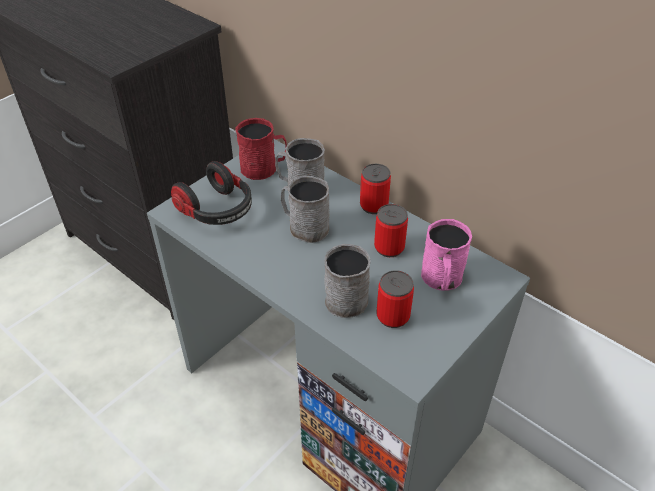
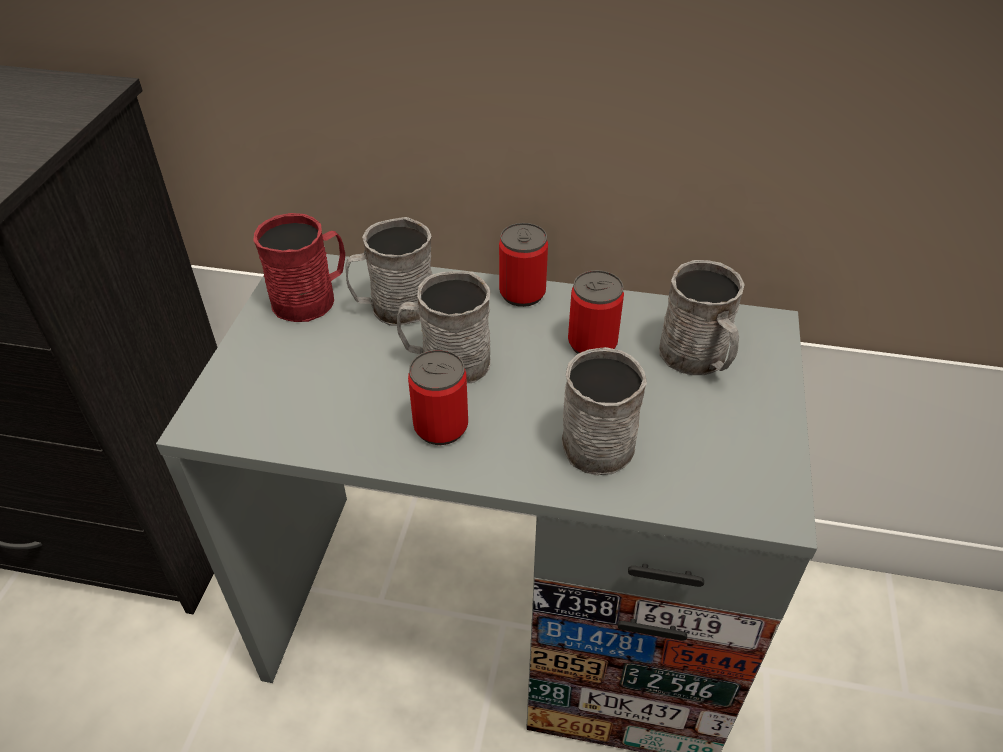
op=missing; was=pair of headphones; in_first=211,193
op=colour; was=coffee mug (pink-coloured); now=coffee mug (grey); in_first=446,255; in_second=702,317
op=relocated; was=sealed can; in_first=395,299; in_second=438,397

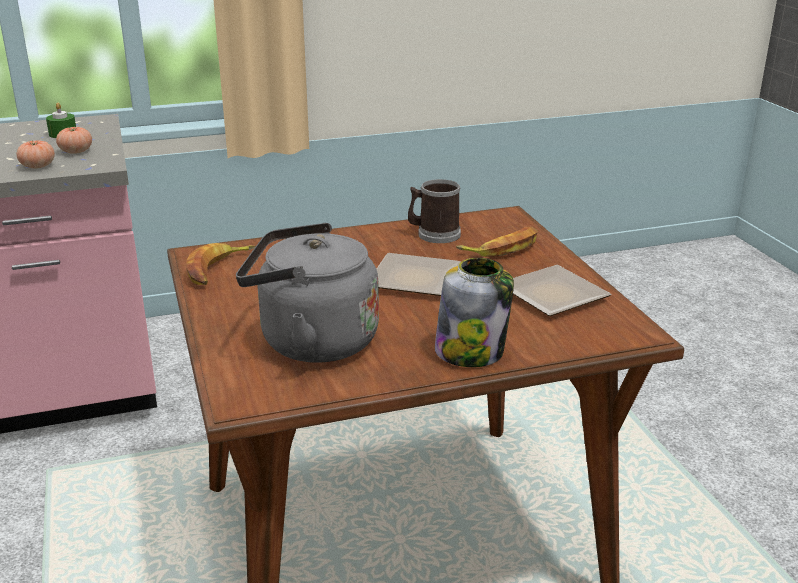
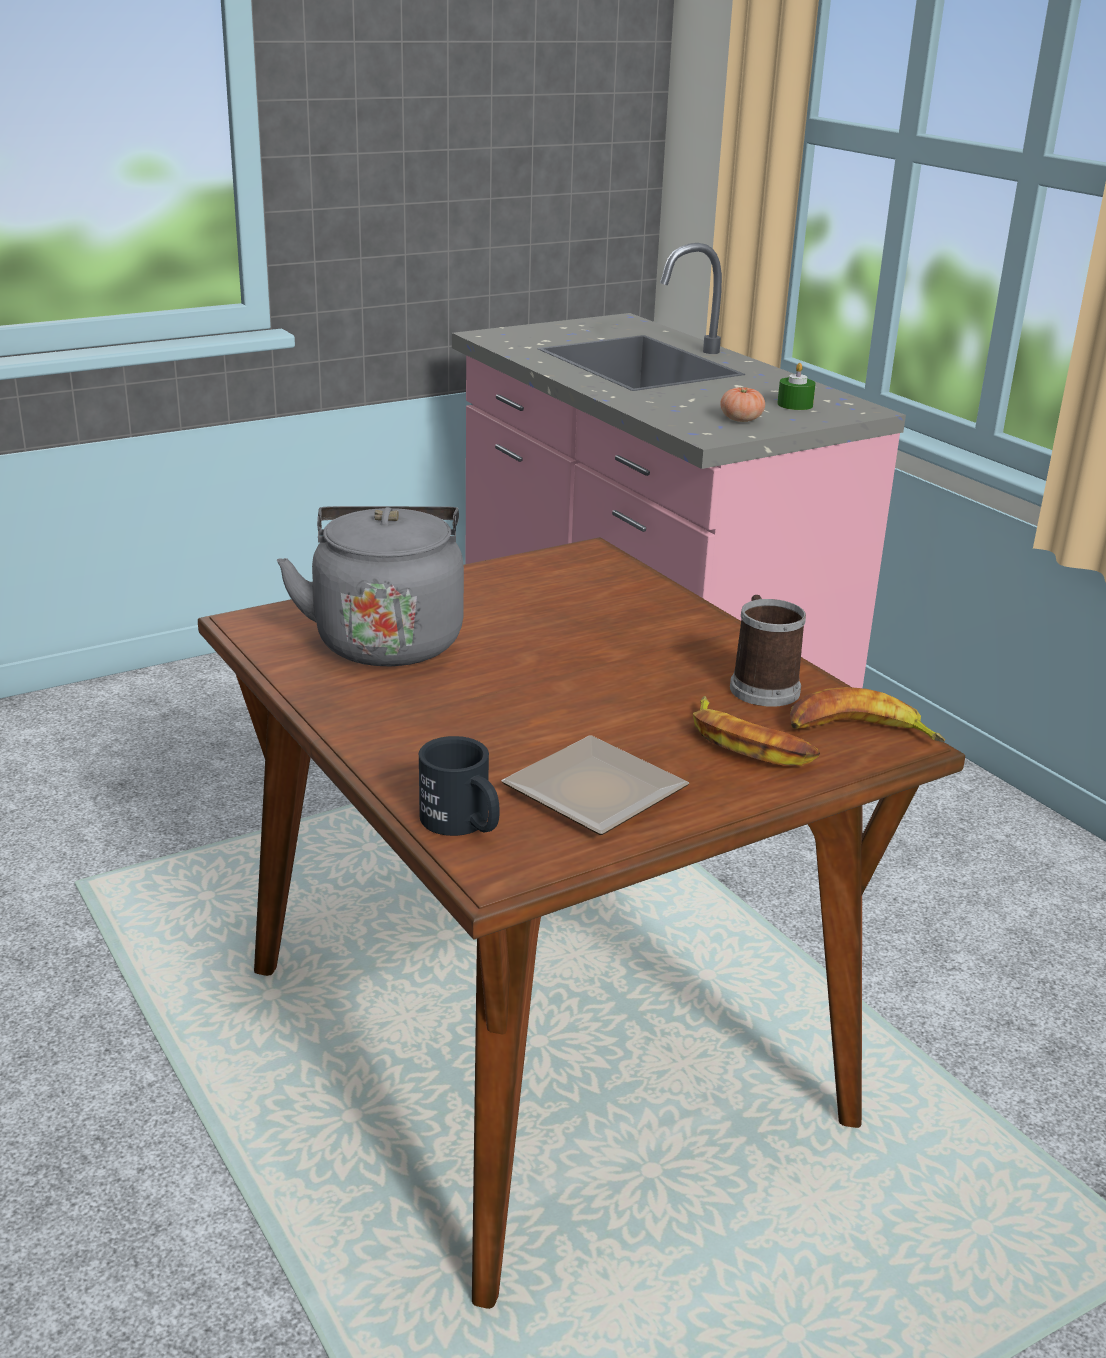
op=missing; was=tomato; in_first=36,154
op=relocated; was=whole banana; in_first=220,264; in_second=867,714
op=missing; was=plate; in_first=418,274
op=missing; was=storage jar; in_first=474,312
op=appeared; now=coffee mug (blackish); in_second=459,786

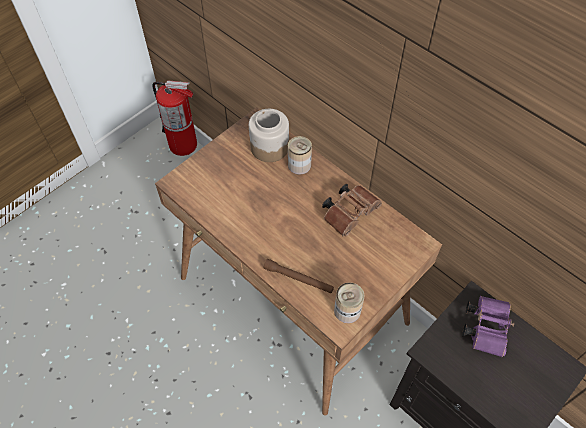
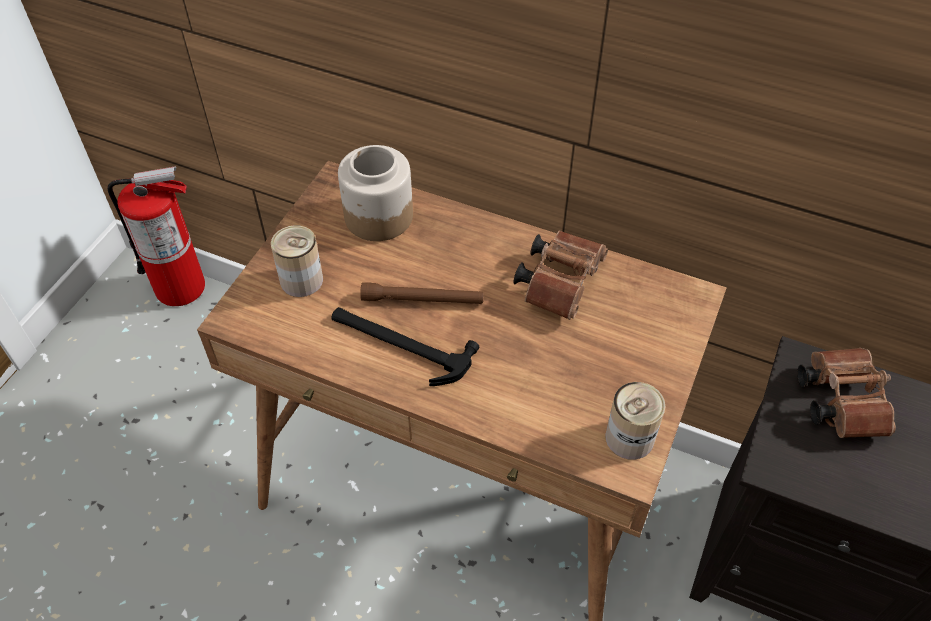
op=relocated; was=sealed can; in_first=300,155; in_second=297,261
op=relocated; was=hand torch (brown-coloured); in_first=299,276; in_second=422,293
op=colour; was=pair of binoculars (purplish); now=pair of binoculars (brown-coloured); in_first=488,326; in_second=846,393
op=appeared; now=hand hammer; in_second=405,346

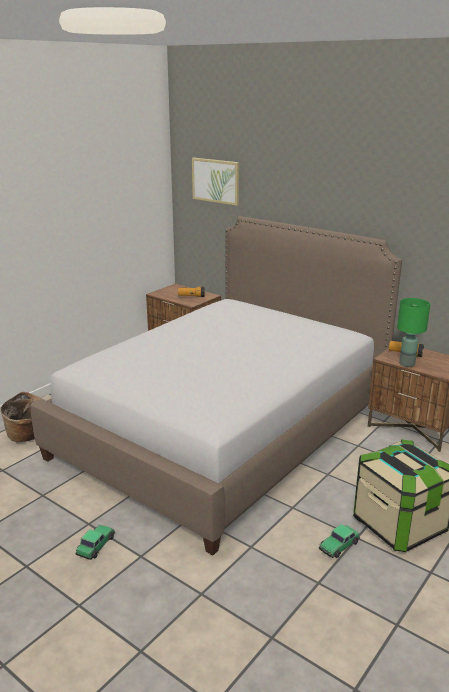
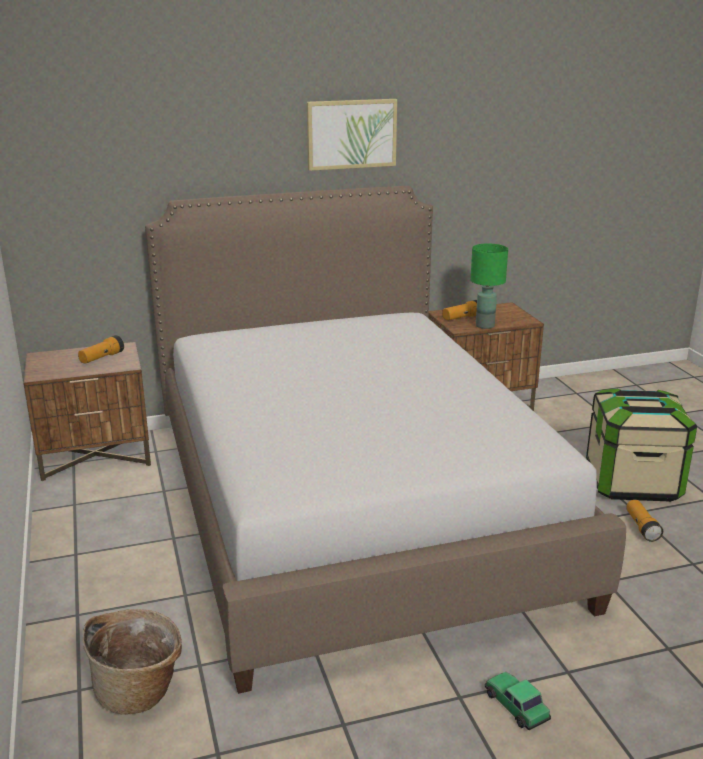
op=relocated; was=wall art; in_first=215,182; in_second=352,135
op=exchanged; was=toy car; now=hand torch; in_first=339,541; in_second=644,521

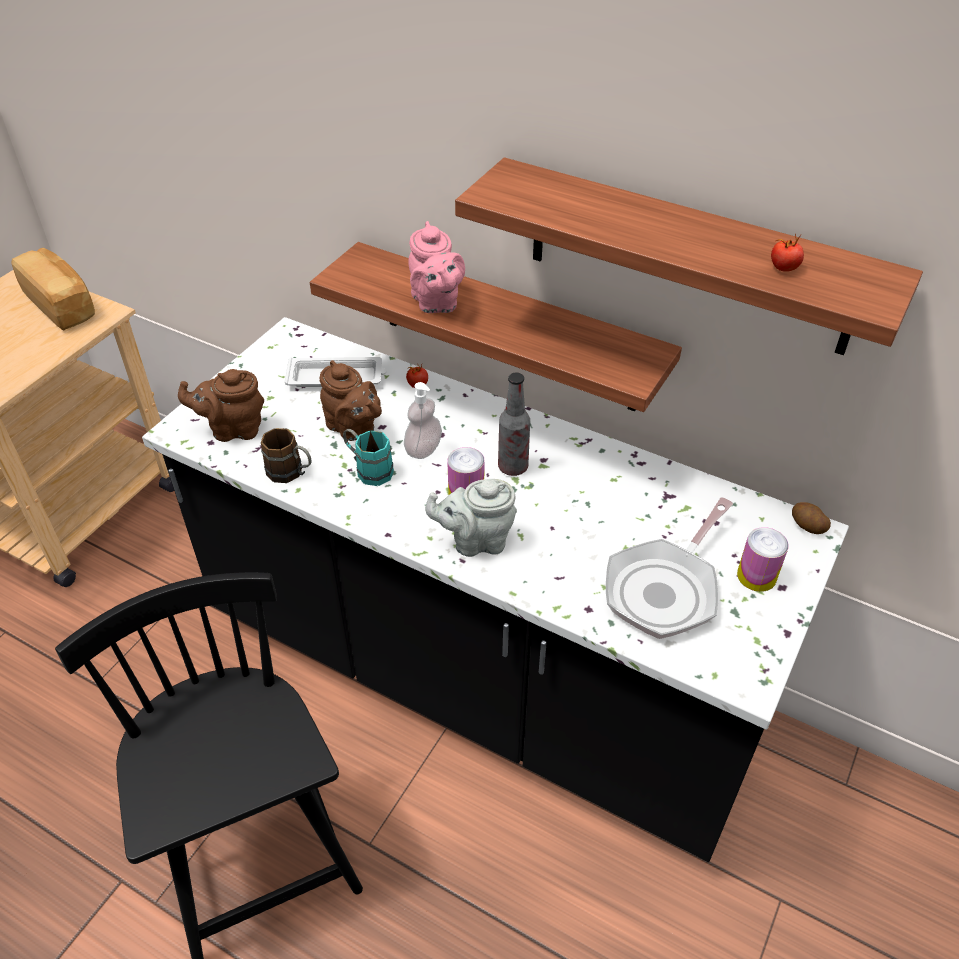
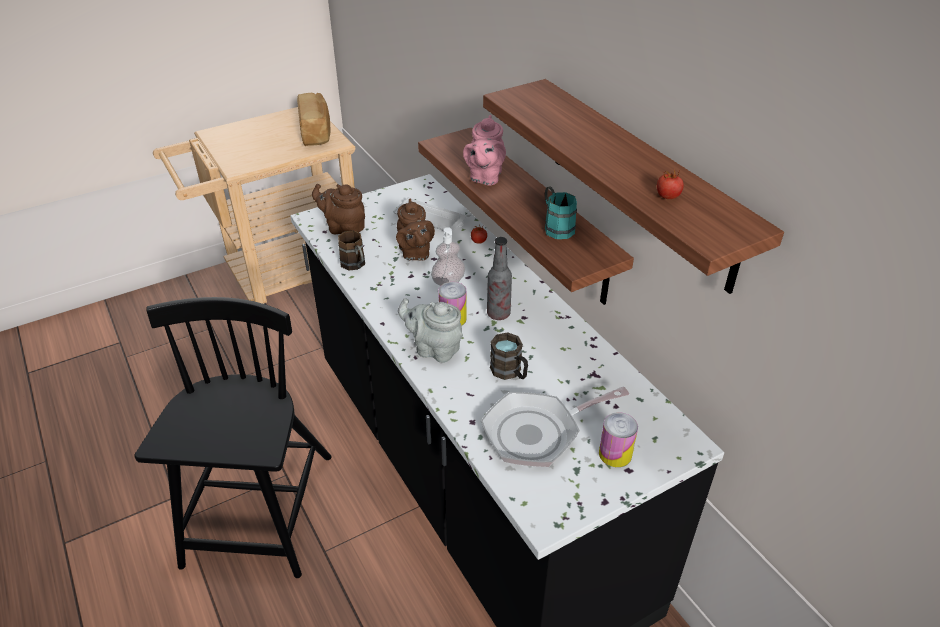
op=relocated; was=coffee mug (turquoise); in_first=368,457; in_second=561,212
op=missing; was=potato; in_first=811,518
op=appeared; now=coffee mug (brown-coloured); in_second=509,356

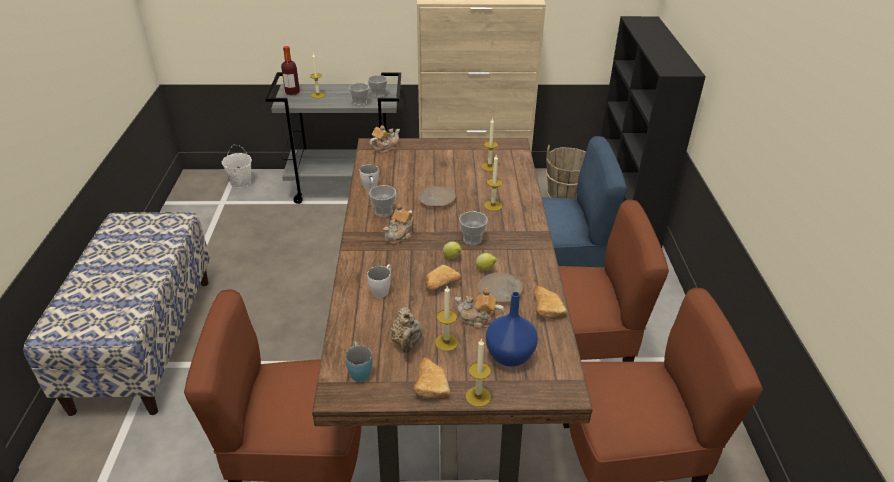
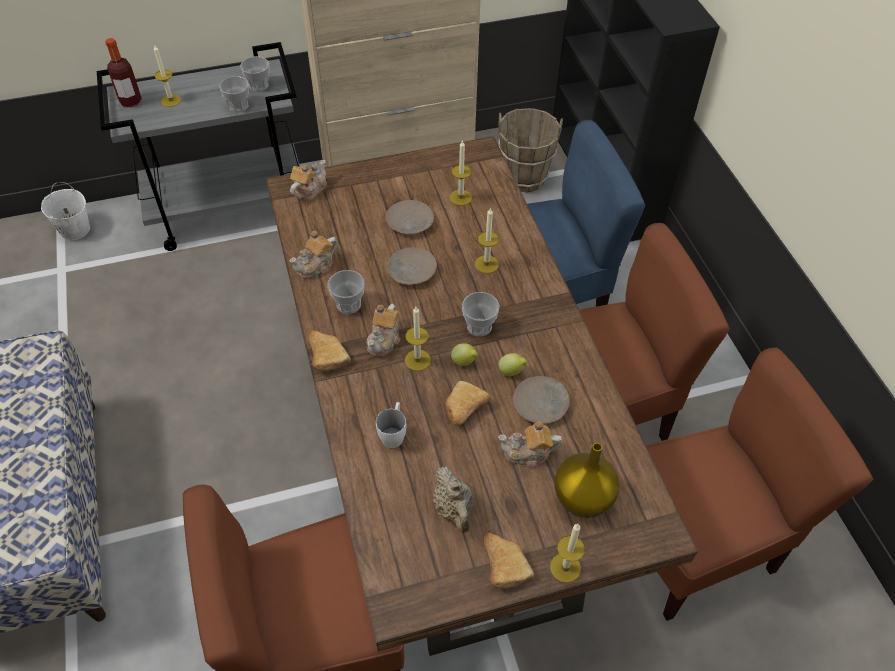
op=exchanged; was=coffee mug (white); now=pot for tea; in_first=369,177; in_second=314,254
op=relocated; was=wax light; in_first=446,318; in_second=418,339
op=relocated; was=bread; in_first=550,302; in_second=329,350
op=colour; was=flower vase (blue-coloured); now=flower vase (yellow-coloured); in_first=512,329; in_second=587,480
op=missing; was=coffee mug (blue-coloured); in_first=359,362
op=appeared; now=plate (beige-coloured); in_second=410,217

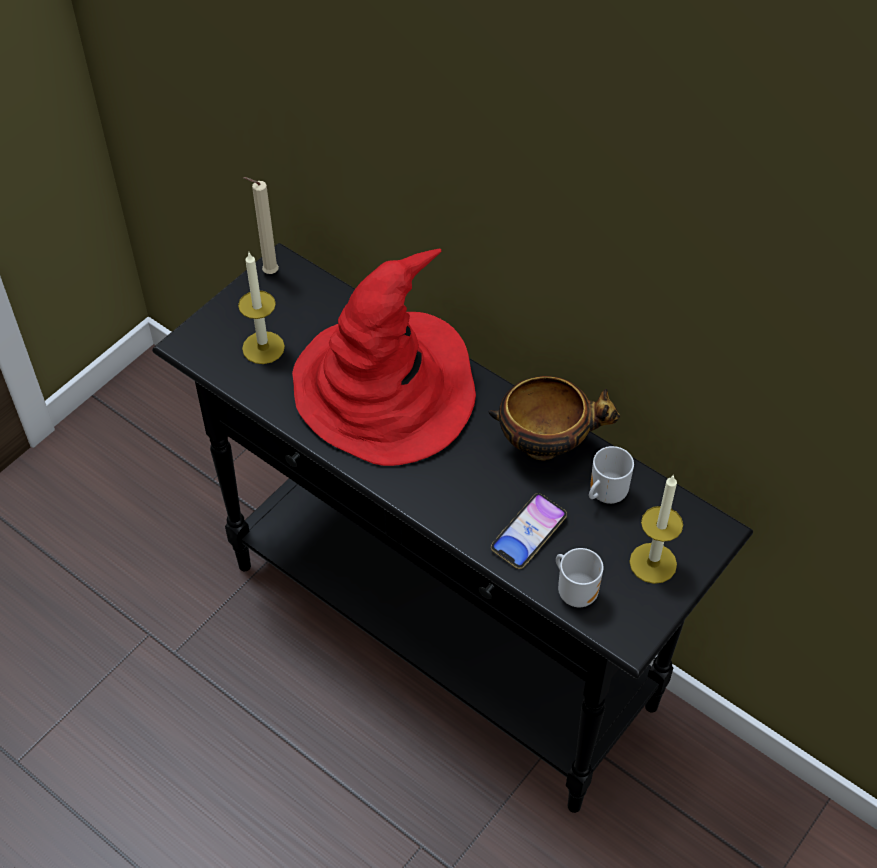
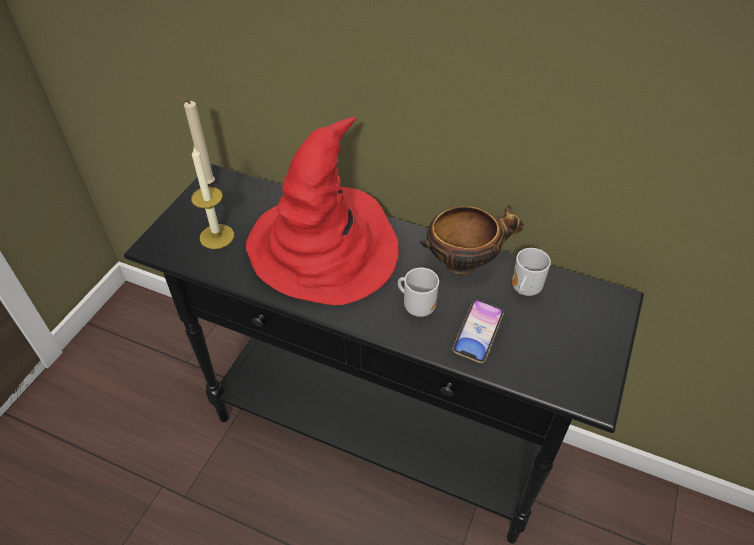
op=missing; was=wax light; in_first=656,529
op=relocated; was=coffee mug; in_first=580,577; in_second=418,292

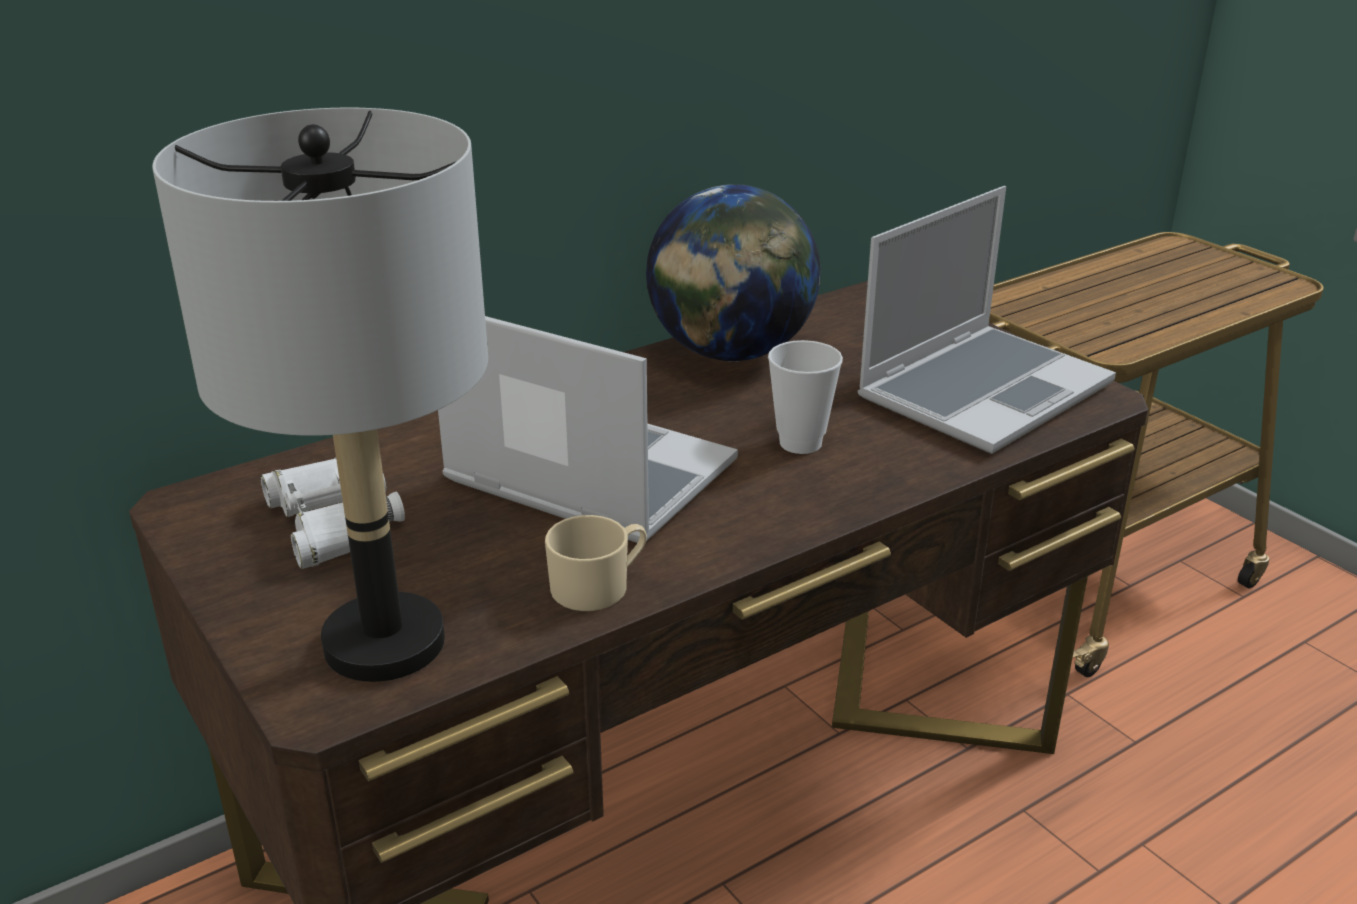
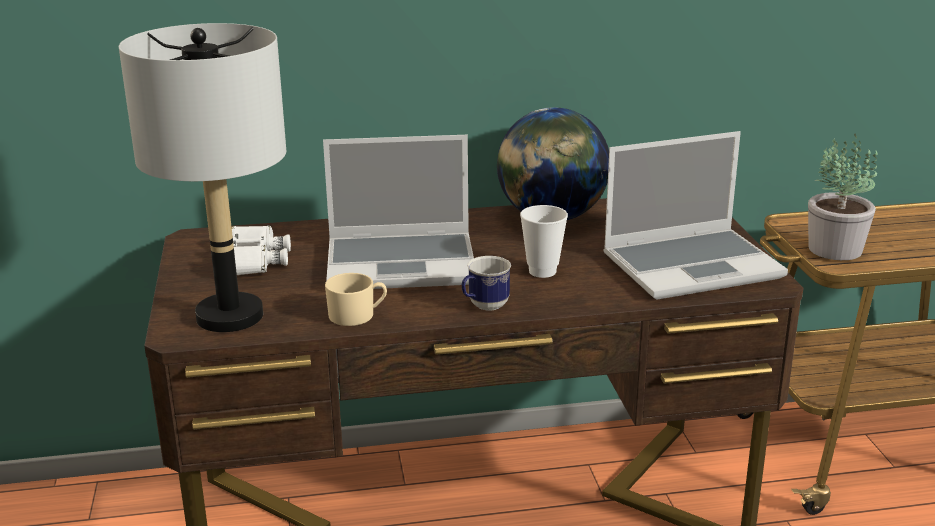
op=spun; was=laptop; in_first=588,429; in_second=398,212; clockwise=120
op=appeared; now=houseplant; in_second=843,197
op=appeared; now=coffee mug; in_second=486,283

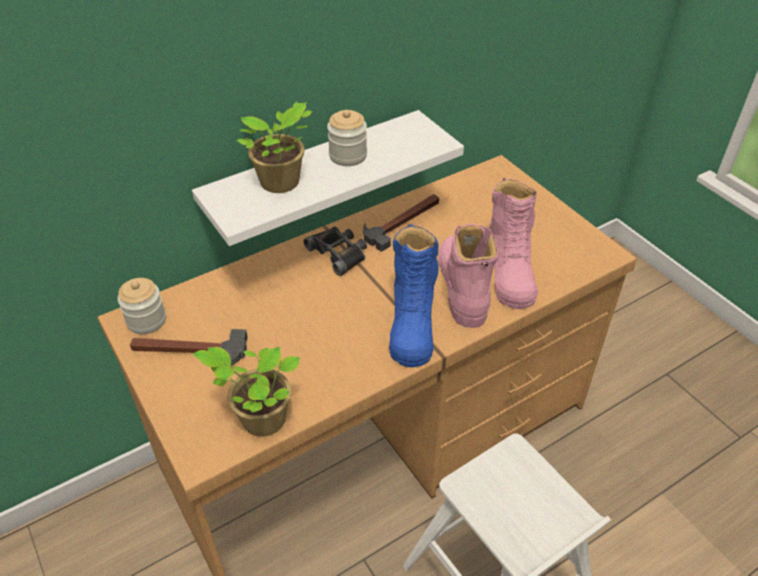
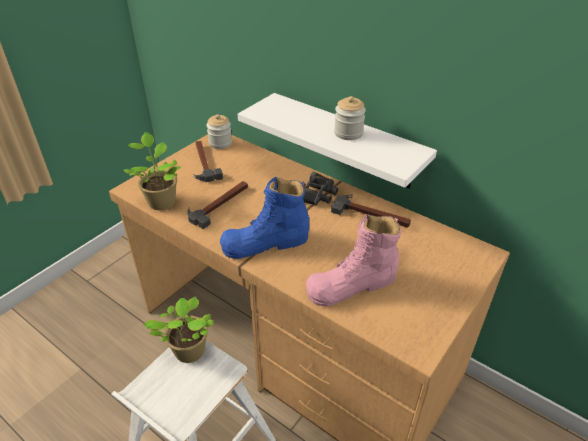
op=relocated; was=houseplant; in_first=275,147; in_second=178,330
op=missing; was=high-top boot (pink-coloured); in_first=468,276
op=appeared; now=hand hammer; in_second=217,205

